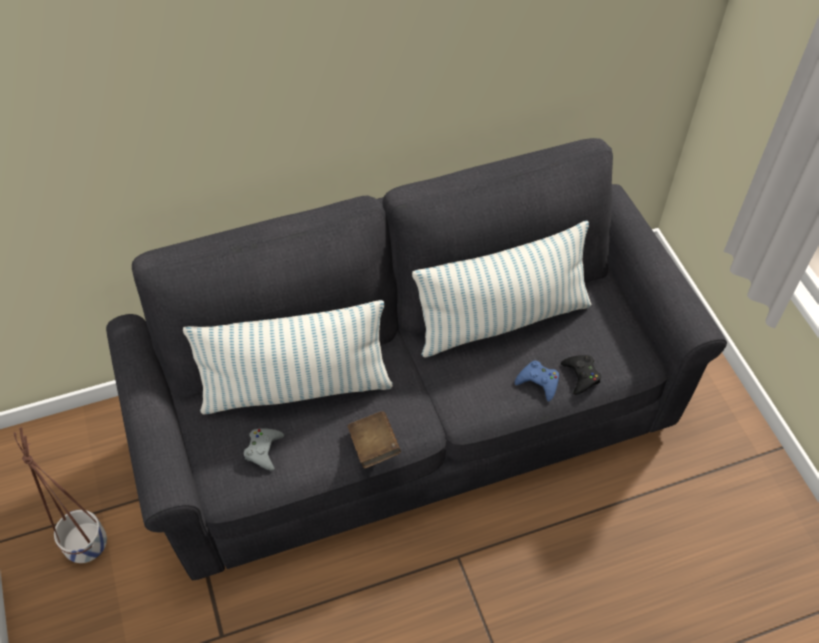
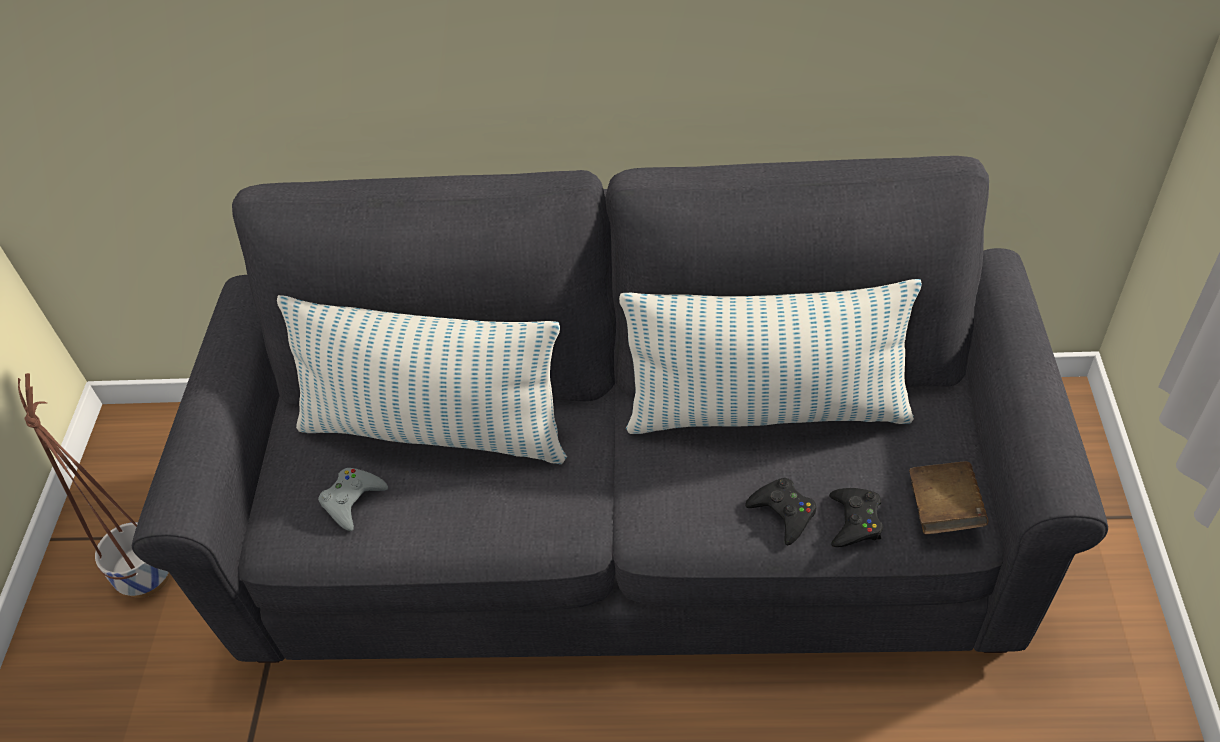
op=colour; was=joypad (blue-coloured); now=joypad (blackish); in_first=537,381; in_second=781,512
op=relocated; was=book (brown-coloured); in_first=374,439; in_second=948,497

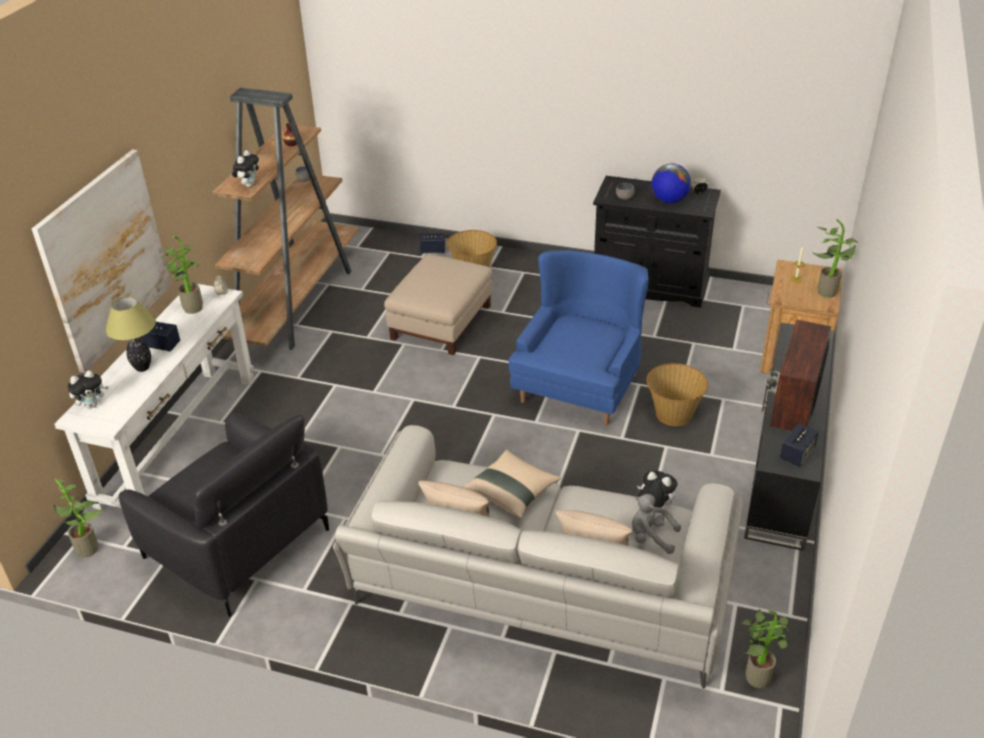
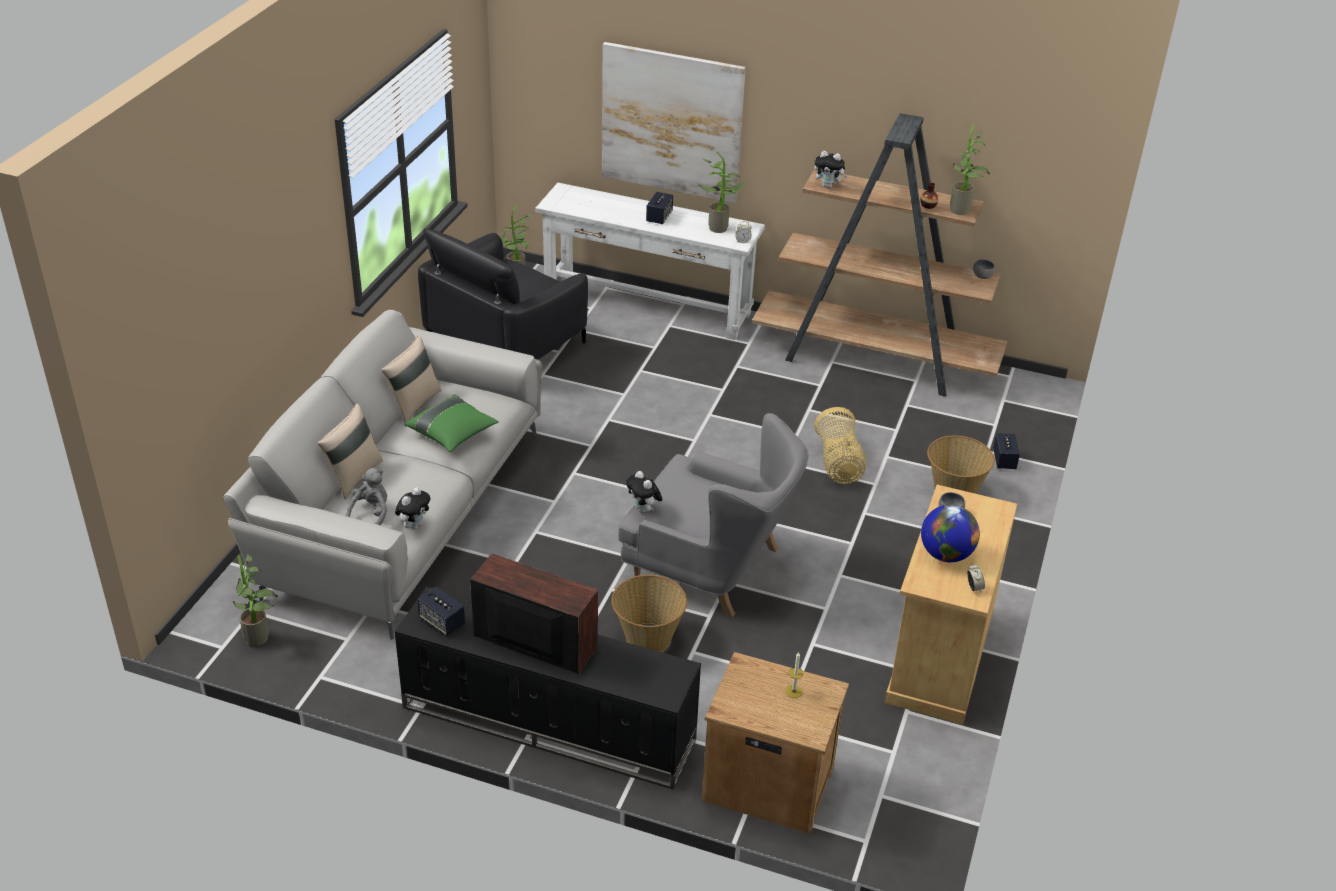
op=colour; was=cupboard (blackish); now=cupboard (beige-coloured); in_first=657,242; in_second=951,605
op=relocated; was=houseplant; in_first=835,258; in_second=970,169
op=colour; was=lounge chair (blue-coloured); now=lounge chair (grey); in_first=578,338; in_second=713,515
op=exchanged; was=pouffe (beige-coloured); now=storage basket; in_first=438,304; in_second=840,445
op=missing; was=lamp for a table; in_first=130,334
op=relocated; was=plush toy; in_first=87,389; in_second=644,492
op=colour; was=pillow (beige-coloured); now=pillow (green); in_first=512,484; in_second=451,423

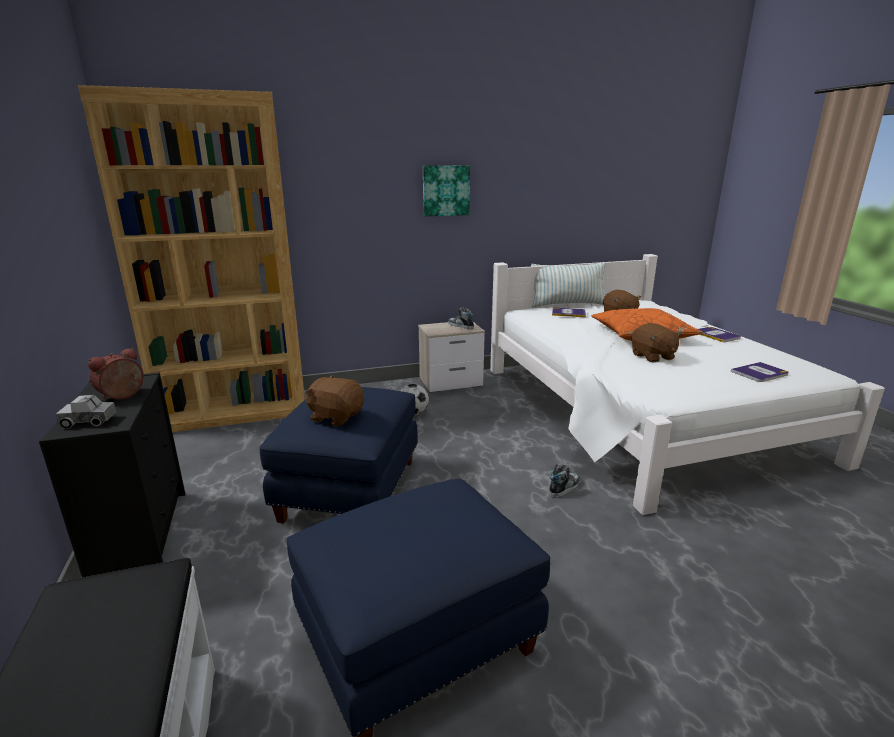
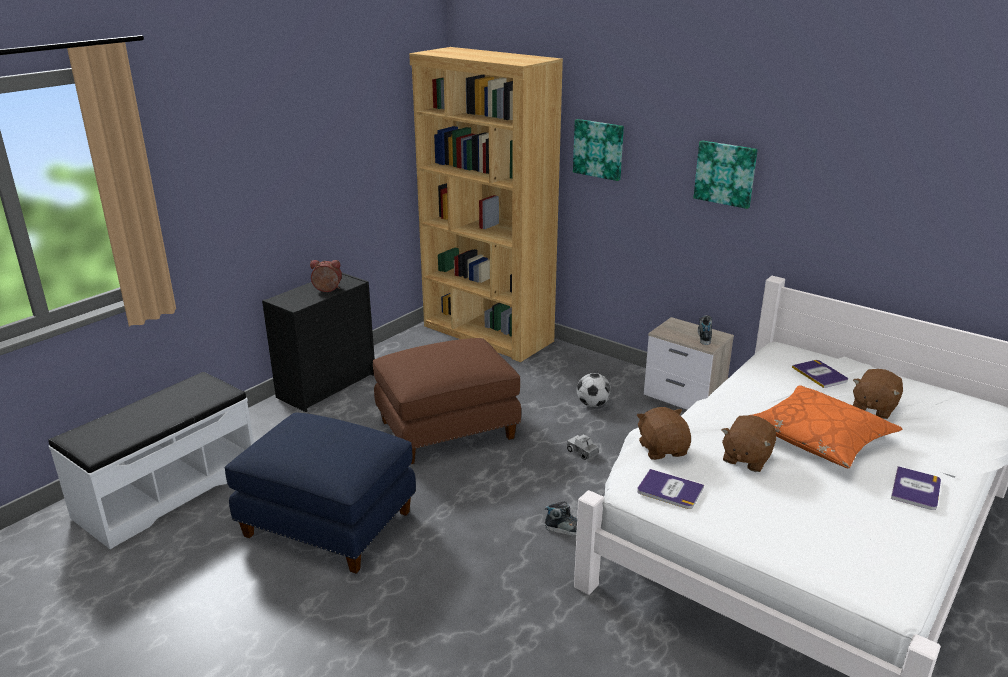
op=missing; was=pillow; in_first=568,285
op=relocated; was=book; in_first=760,372; in_second=670,489
op=relocated; was=plush toy (brown-coloured); in_first=334,401; in_second=663,433
op=colour; was=pouffe (blue-coloured); now=pouffe (brown-coloured); in_first=338,455; in_second=447,401
op=relocated; was=toy truck; in_first=86,412; in_second=583,447
op=appeared; now=wall art; in_second=598,150

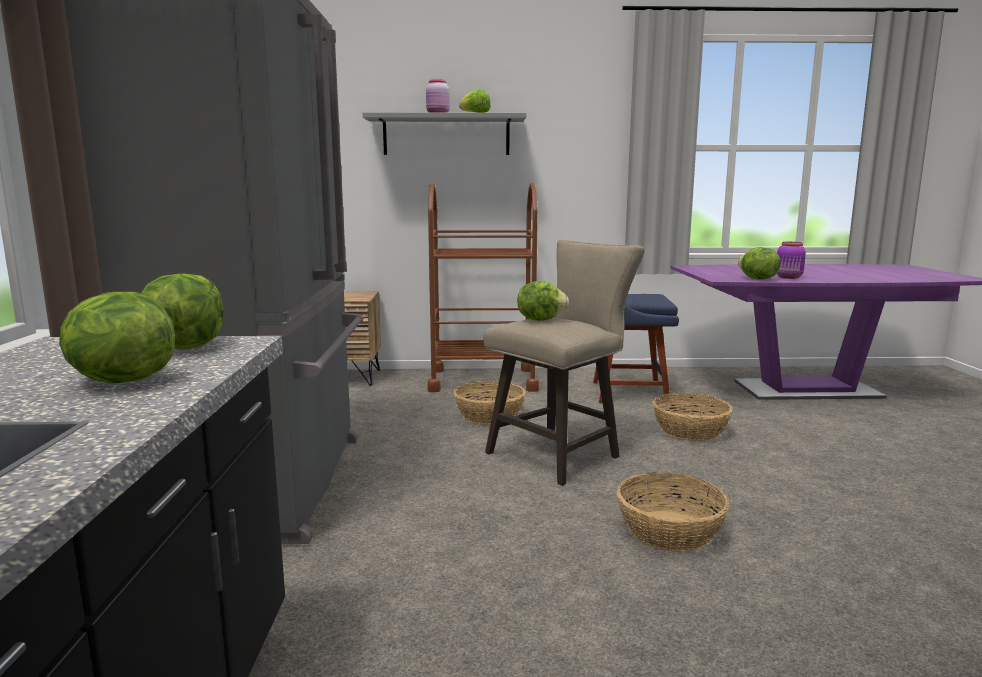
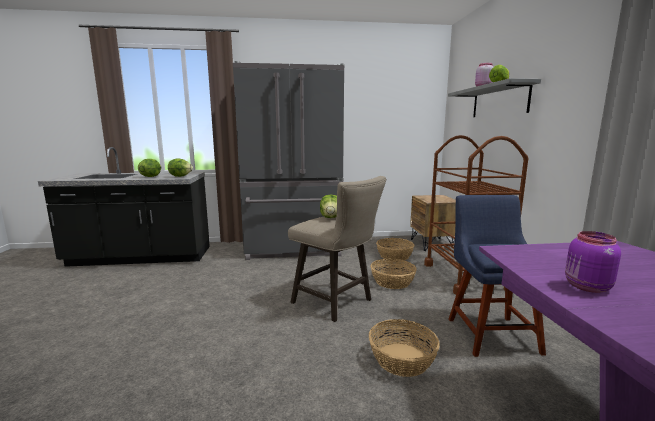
op=missing; was=head of lettuce; in_first=759,263
op=relocated; was=storage basket; in_first=673,512; in_second=395,249

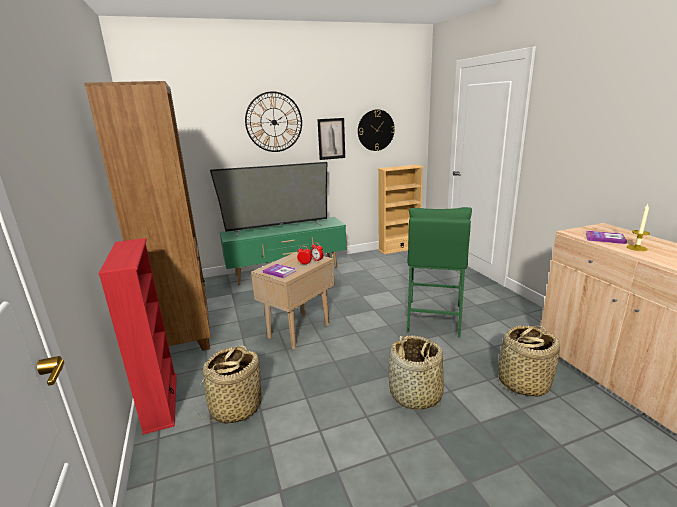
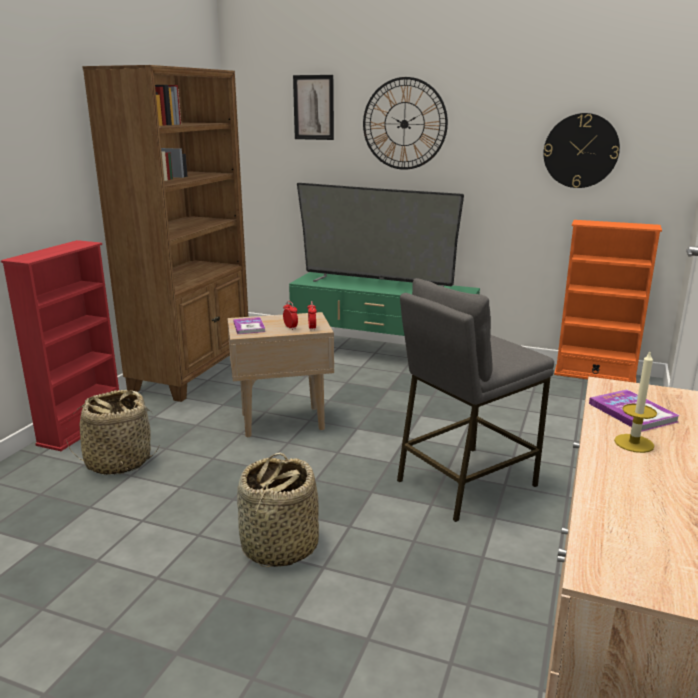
op=relocated; was=wall art; in_first=331,139; in_second=313,107
op=colour; was=bookcase (beige-coloured); now=bookcase (orangey); in_first=401,209; in_second=608,301
op=colour; was=stool seat (green); now=stool seat (grey); in_first=439,272; in_second=475,400
op=missing; was=storage basket; in_first=527,361

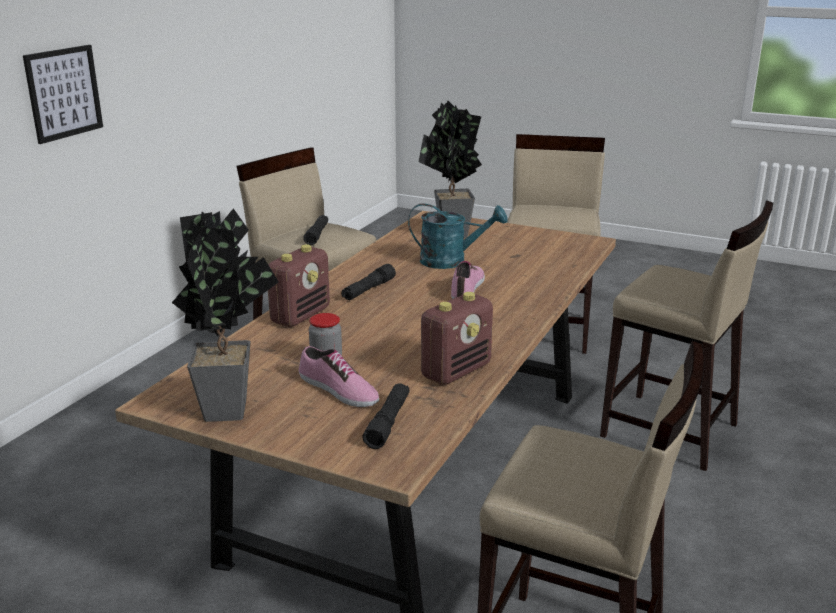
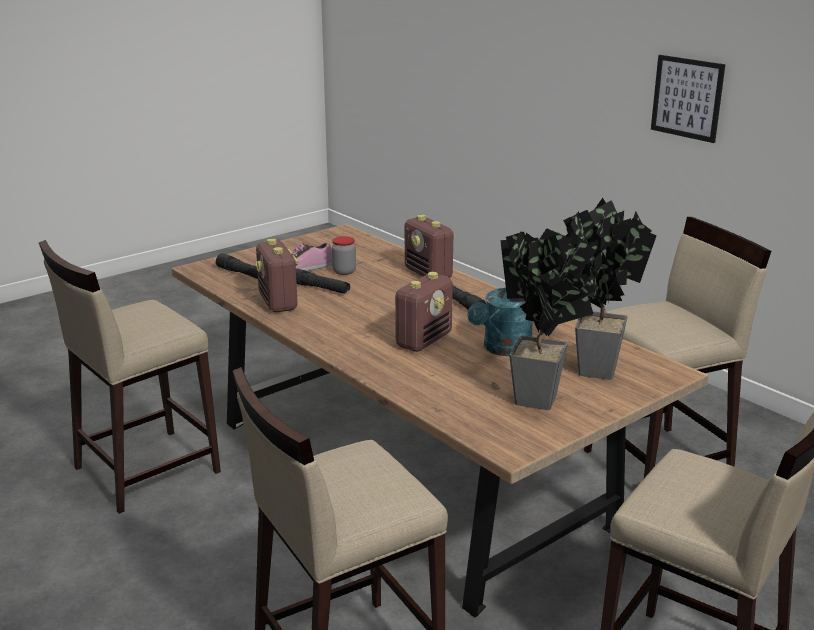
op=relocated; was=houseplant; in_first=225,315; in_second=548,319
op=relocated; was=hand torch (blackish); in_first=315,230; in_second=323,281
op=exchanged; was=low shoe; now=radio receiver; in_first=468,280; in_second=424,312

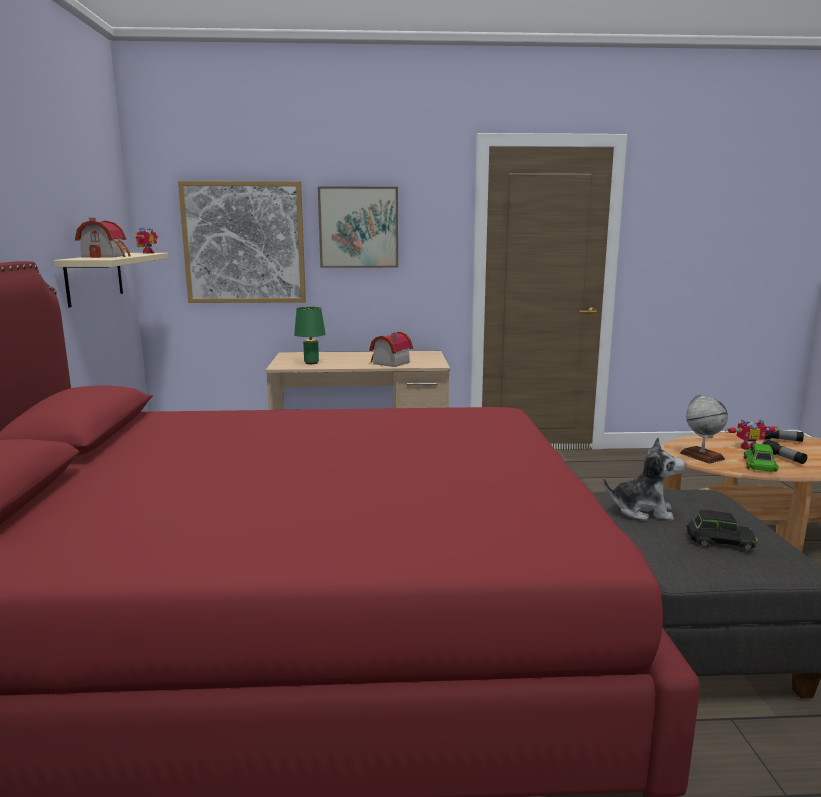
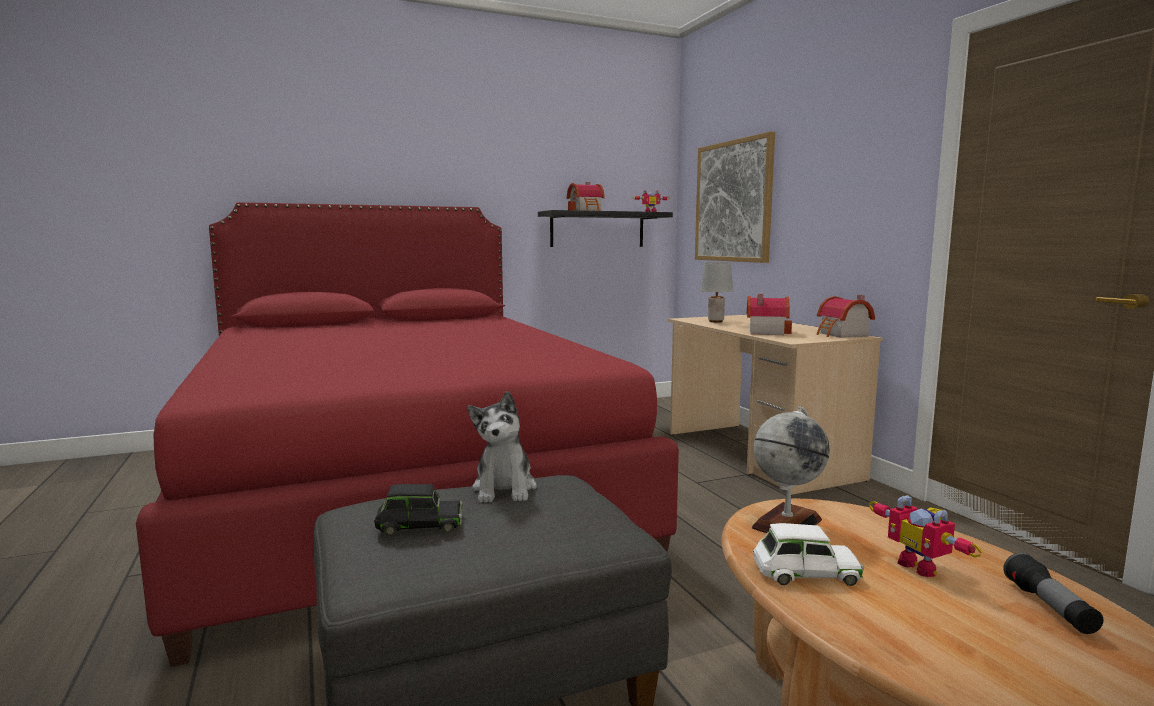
op=missing; was=wall art; in_first=358,227
op=colour; was=shelf (beige-coloured); now=shelf (blackish); in_first=111,280; in_second=605,228
op=colour; was=lamp for a table (green); now=lamp for a table (grey); in_first=309,335; in_second=716,292
op=missing; was=hand torch; in_first=784,451
op=colour; was=toy car (green); now=toy car (white); in_first=761,457; in_second=808,554
op=spun; was=toy car (blackish); in_first=722,530; in_second=418,510; clockwise=-90
op=appeared; now=model house; in_second=845,316

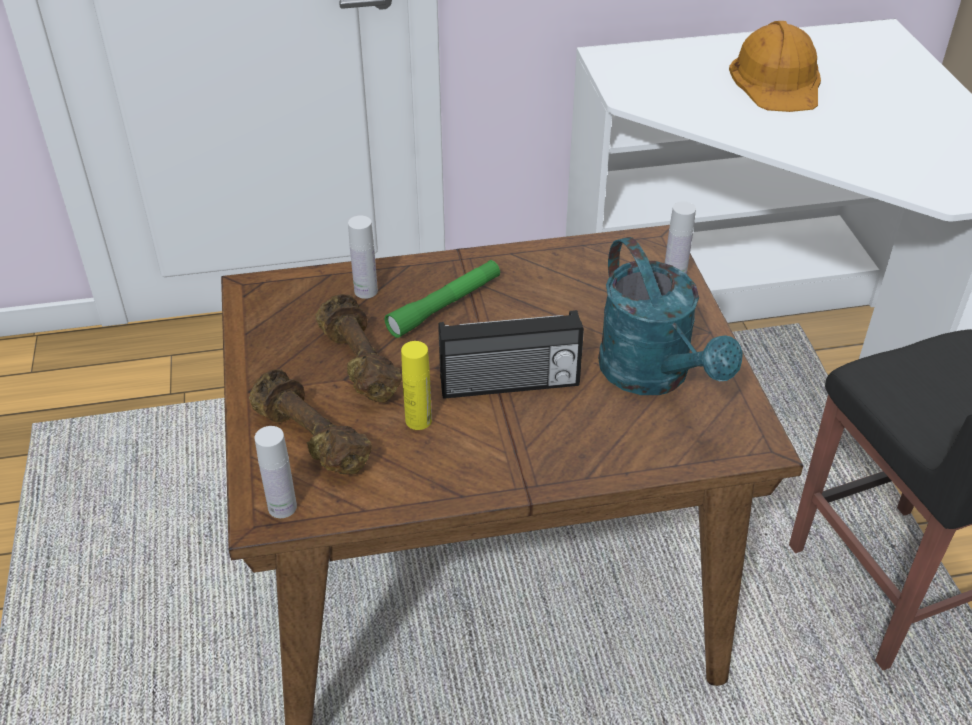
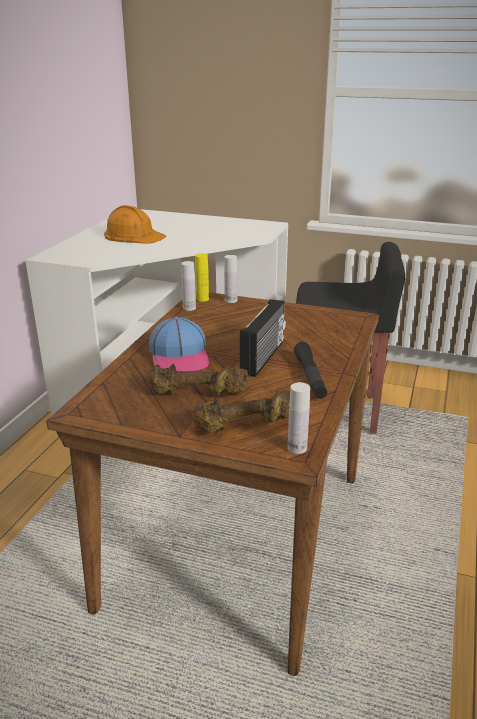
op=relocated; was=beverage bottle (white); in_first=363,257; in_second=188,286
op=missing; was=sprinkling can (turquoise); in_first=670,316
op=exchanged; was=hand torch (green); now=baseball cap; in_first=442,299; in_second=179,344
op=relocated; was=beverage bottle (yellow-coloured); in_first=416,385; in_second=202,277
op=appeared; now=hand torch (blackish); in_second=310,370

